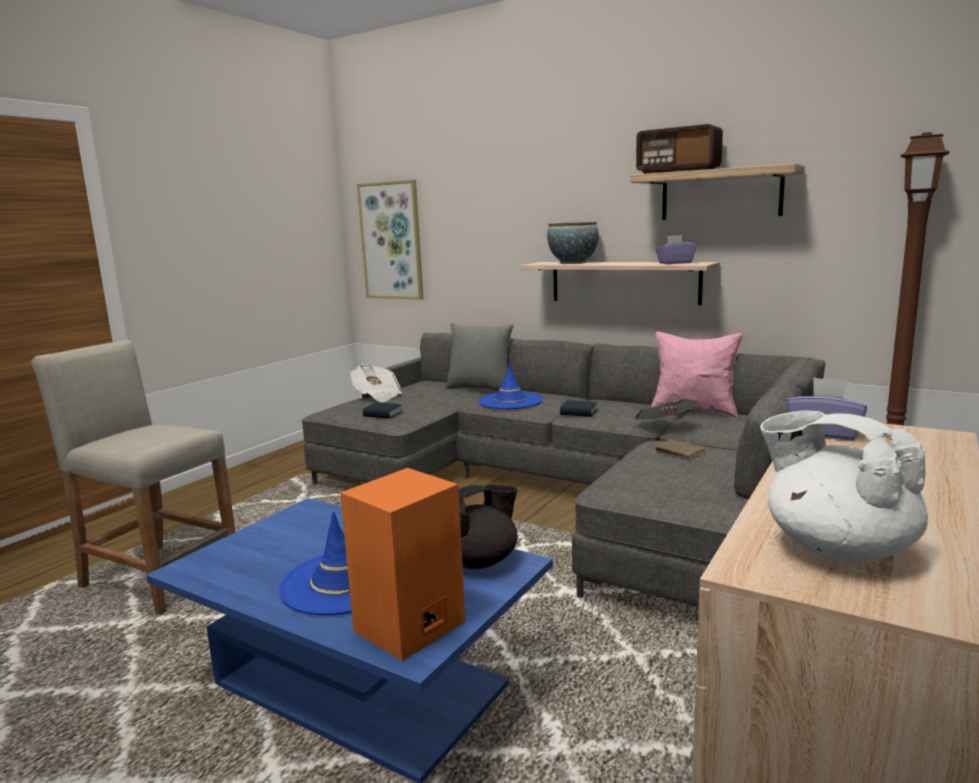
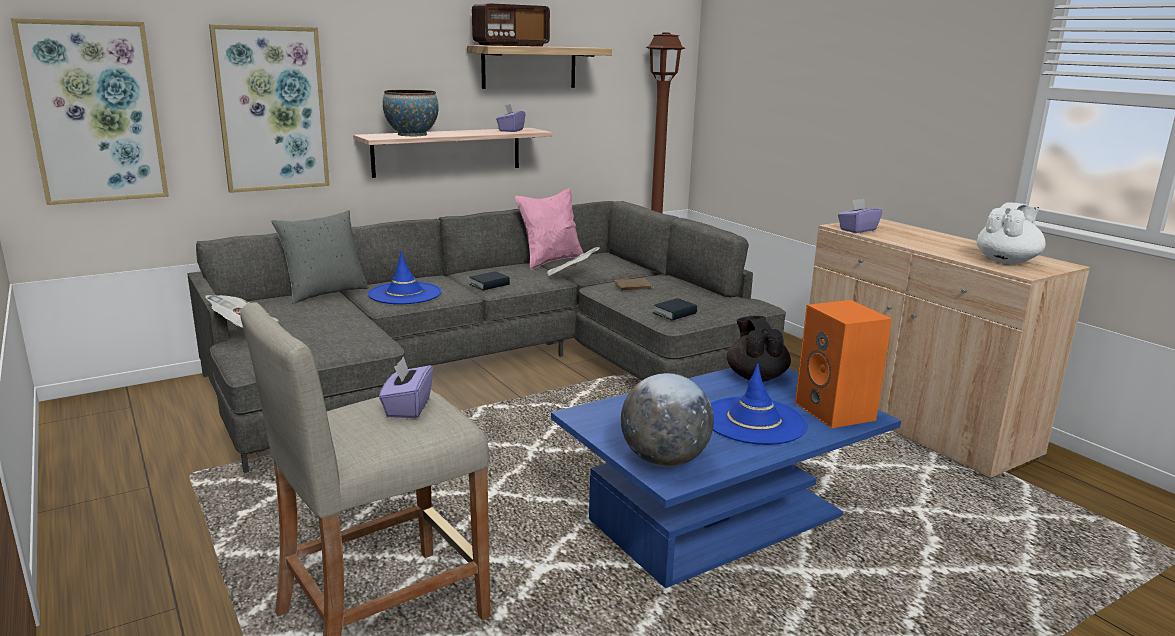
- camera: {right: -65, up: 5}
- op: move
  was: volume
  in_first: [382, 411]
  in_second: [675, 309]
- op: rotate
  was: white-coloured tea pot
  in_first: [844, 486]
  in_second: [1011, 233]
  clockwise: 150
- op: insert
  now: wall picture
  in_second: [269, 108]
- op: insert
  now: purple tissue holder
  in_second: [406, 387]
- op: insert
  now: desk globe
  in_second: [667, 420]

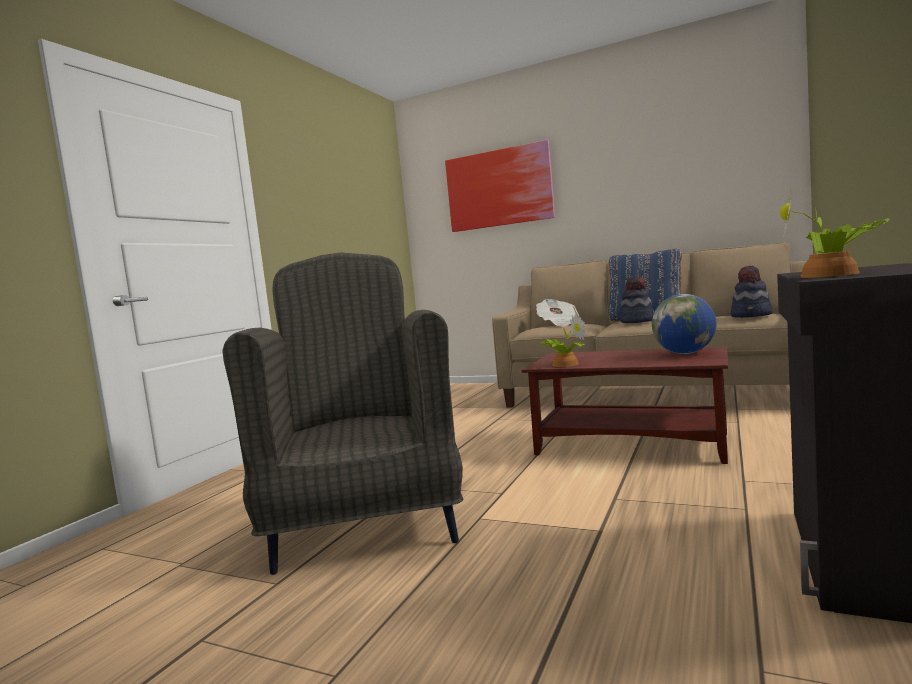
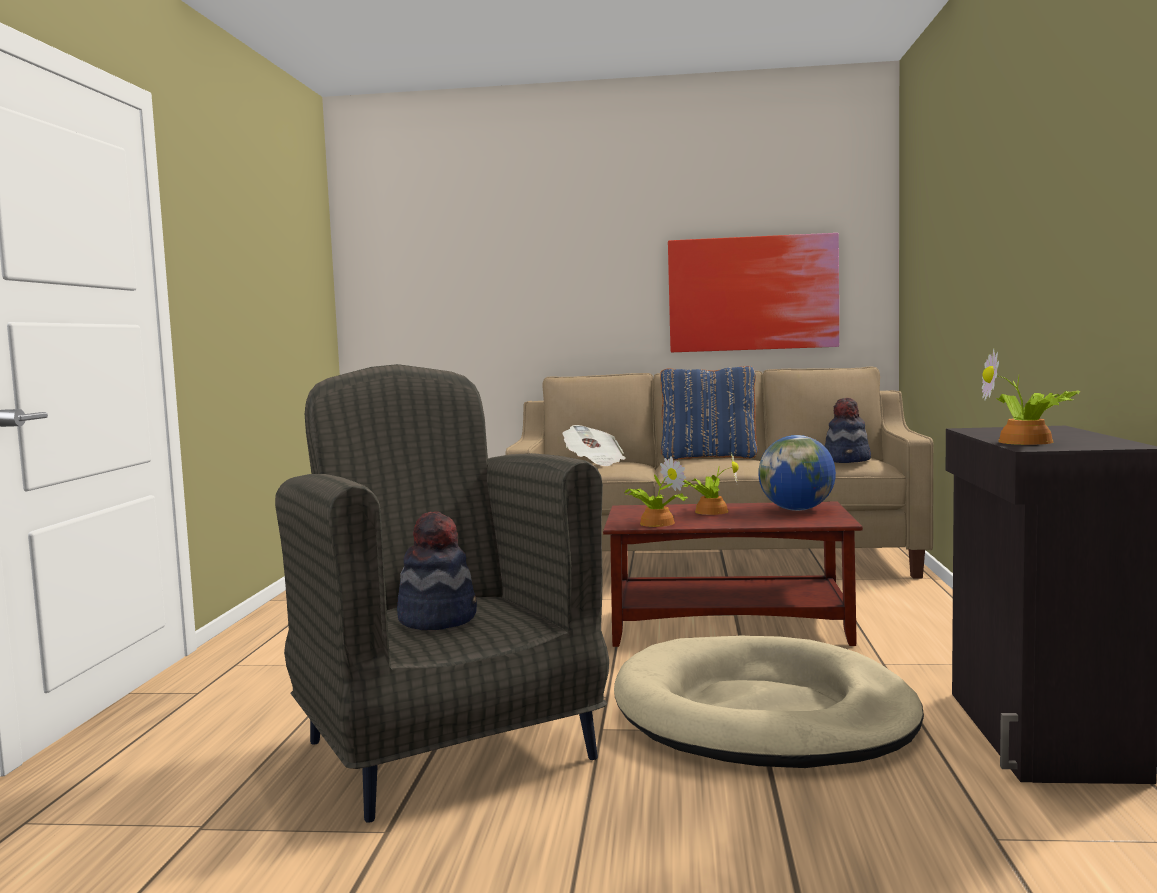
- camera: {right: -20, up: 0}
- op: move
  was: wall picture
  in_first: [500, 186]
  in_second: [753, 292]
- op: move
  was: clothing hat
  in_first: [636, 299]
  in_second: [437, 570]
- op: insert
  now: sand-coloured pet bed
  in_second: [769, 702]
- op: insert
  now: potted plant
  in_second: [711, 484]

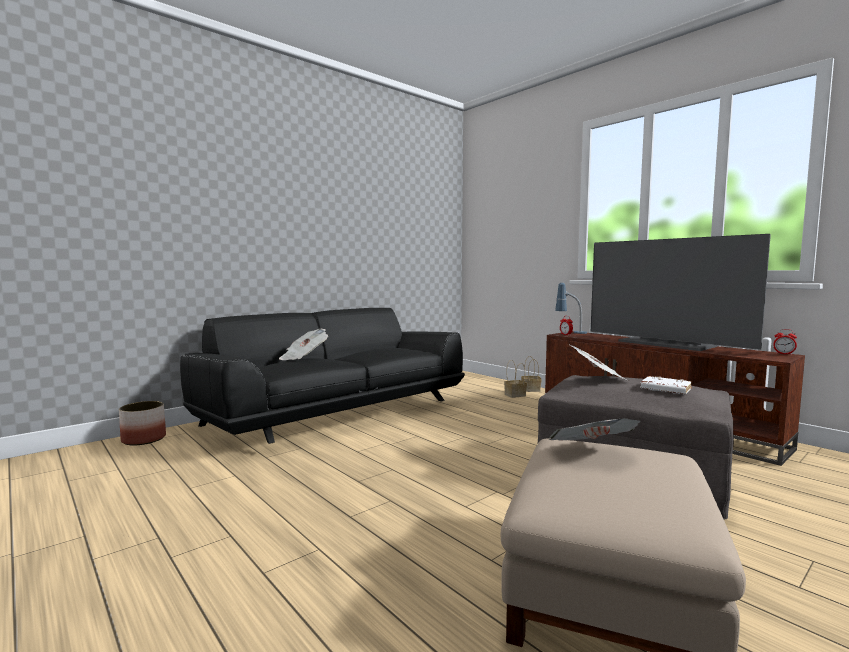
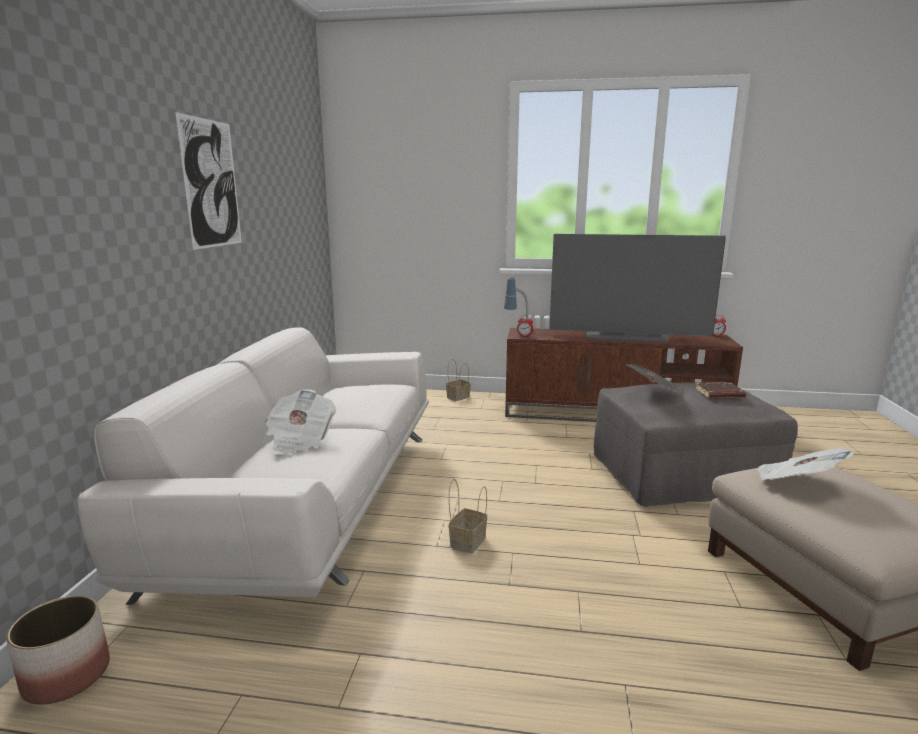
- camera: {right: -40, up: 10}
- op: recolor
  was: black-coloured couch
  now: white-coloured couch
  in_first: [322, 376]
  in_second: [253, 466]
- op: move
  was: storage basket
  in_first: [515, 379]
  in_second: [468, 516]
- op: recolor
  was: white-coloured volume
  now: brownish volume
  in_first: [666, 385]
  in_second: [720, 390]
- op: insert
  now: wall picture
  in_second: [208, 181]

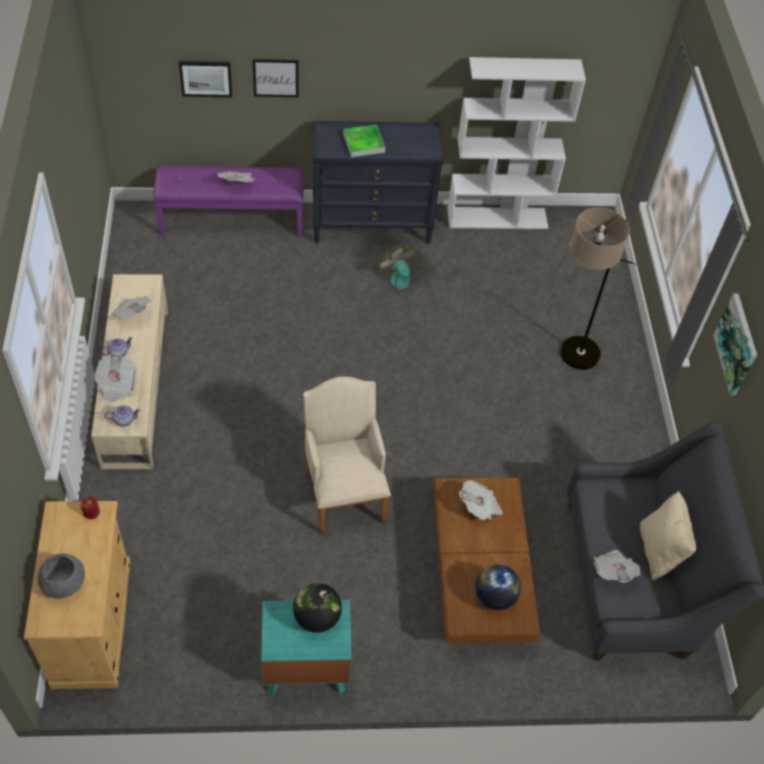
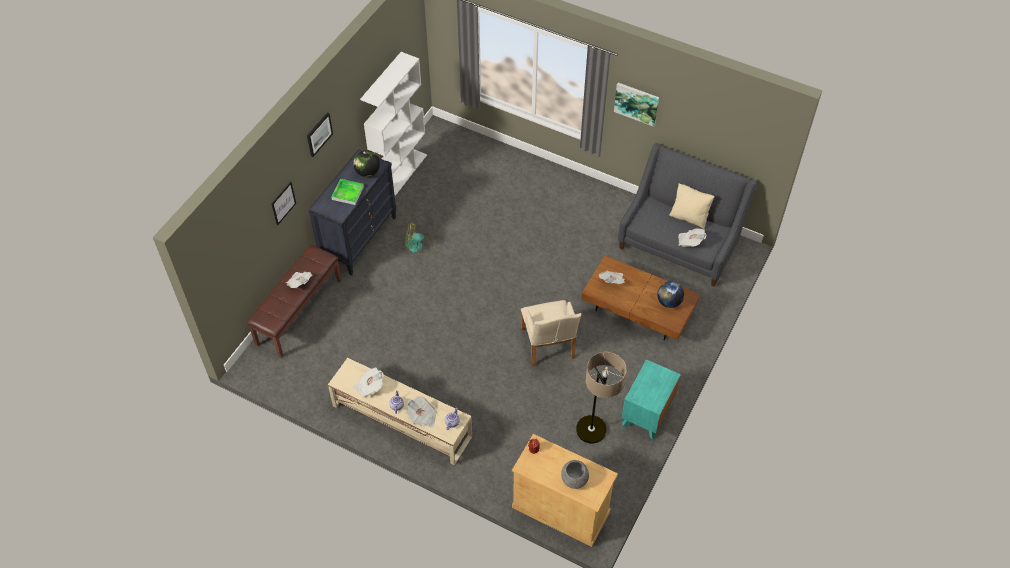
- camera: {right: -55, up: 0}
- op: recolor
  was: purple long seat
  now: brownish long seat
  in_first: [228, 201]
  in_second: [294, 301]
- op: move
  was: wall picture
  in_first: [205, 79]
  in_second: [320, 134]
- op: move
  was: desk globe
  in_first: [317, 608]
  in_second: [366, 164]
- op: rotate
  was: sand-coloured lounge chair
  in_first: [347, 455]
  in_second: [551, 333]
  clockwise: -120
- op: move
  was: standard lamp
  in_first: [599, 289]
  in_second: [601, 397]

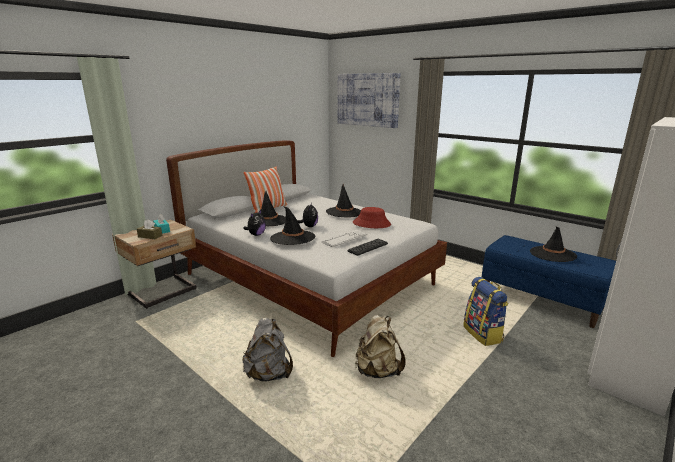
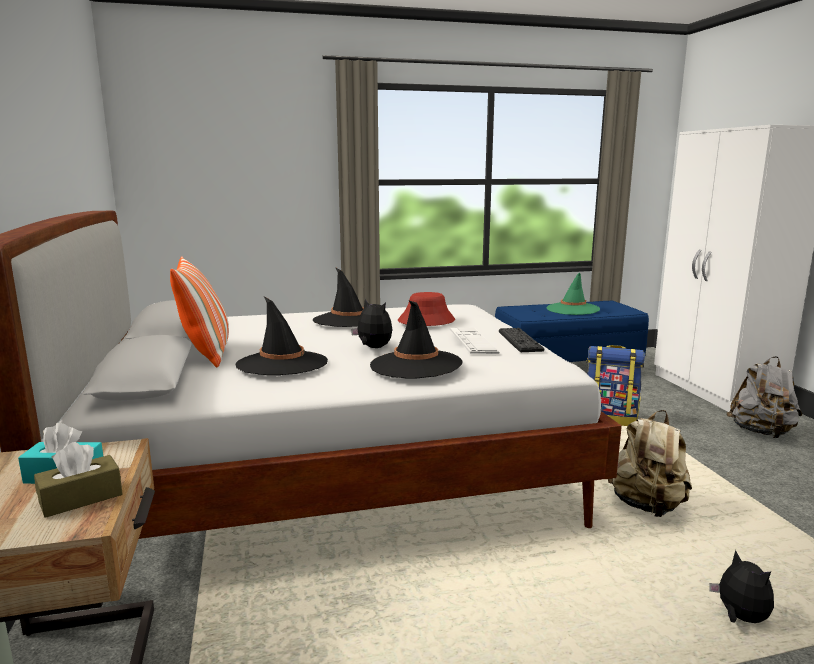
- camera: {right: -55, up: -5}
- op: move
  was: gray knapsack
  in_first: [267, 349]
  in_second: [764, 397]
- op: move
  was: plush toy
  in_first: [254, 223]
  in_second: [741, 586]
- op: delete
  was: wall picture
  in_first: [368, 100]
- op: recolor
  was: black-coloured clothing hat
  now: green clothing hat
  in_first: [553, 244]
  in_second: [573, 294]

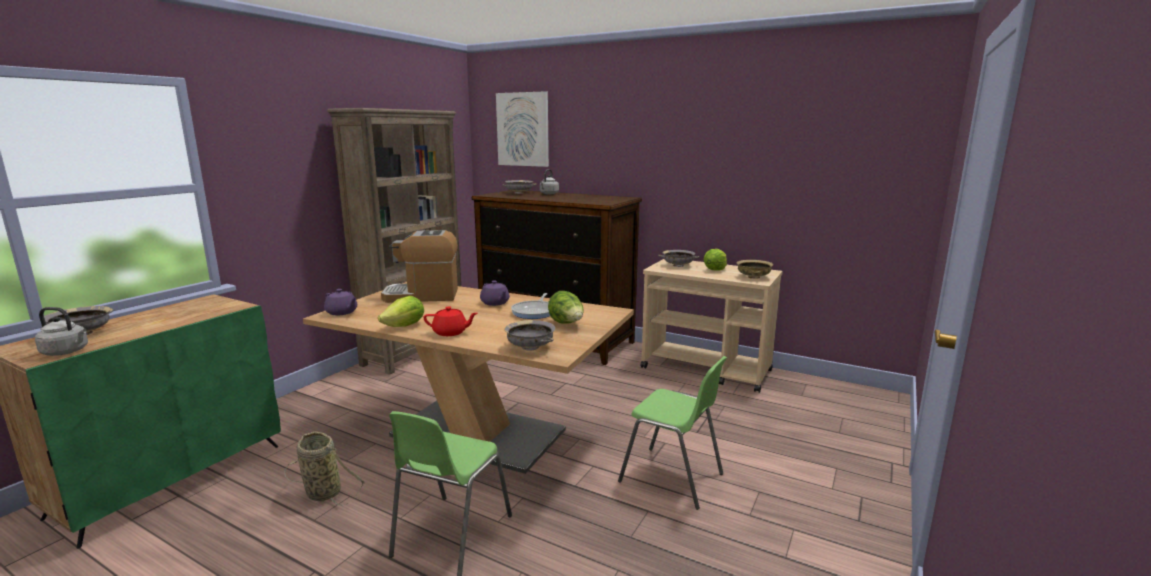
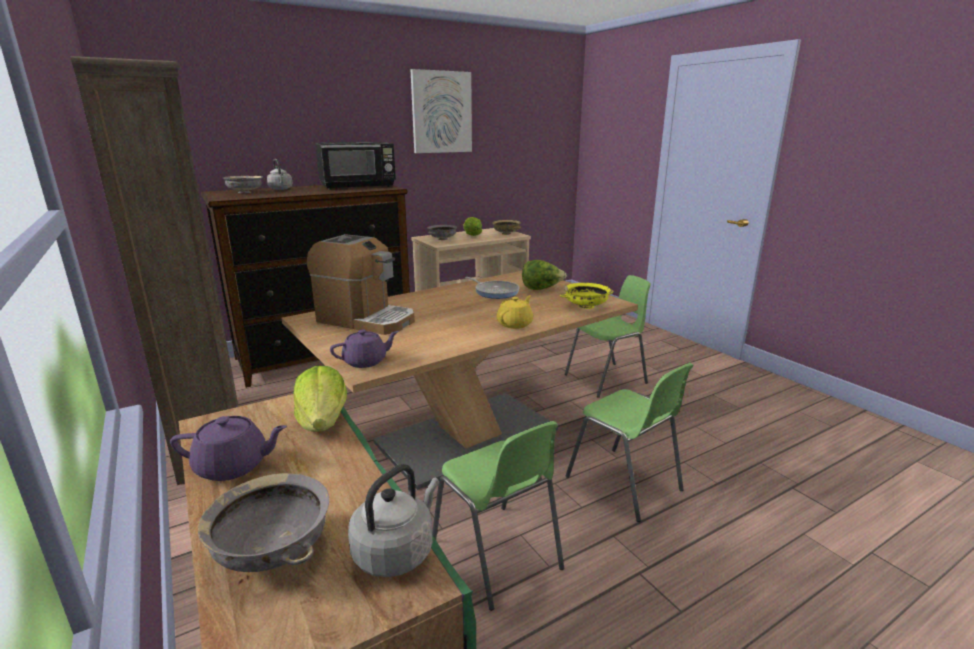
- camera: {right: -60, up: 5}
- op: replace
  was: storage basket
  now: green upright chair
  in_first: [325, 468]
  in_second: [498, 516]
- op: move
  was: lettuce head
  in_first: [401, 311]
  in_second: [320, 399]
- op: rotate
  was: coffee brewer
  in_first: [419, 266]
  in_second: [361, 284]
  clockwise: -90
- op: recolor
  was: red tea pot
  now: yellow tea pot
  in_first: [450, 321]
  in_second: [514, 312]
- op: move
  was: purple tea pot
  in_first: [495, 293]
  in_second: [228, 448]
- op: move
  was: wall picture
  in_first: [522, 129]
  in_second: [441, 111]
- op: recolor
  was: gray deep dish
  now: yellow deep dish
  in_first: [530, 335]
  in_second: [587, 296]
- op: insert
  now: black-coloured microwave oven
  in_second: [355, 166]

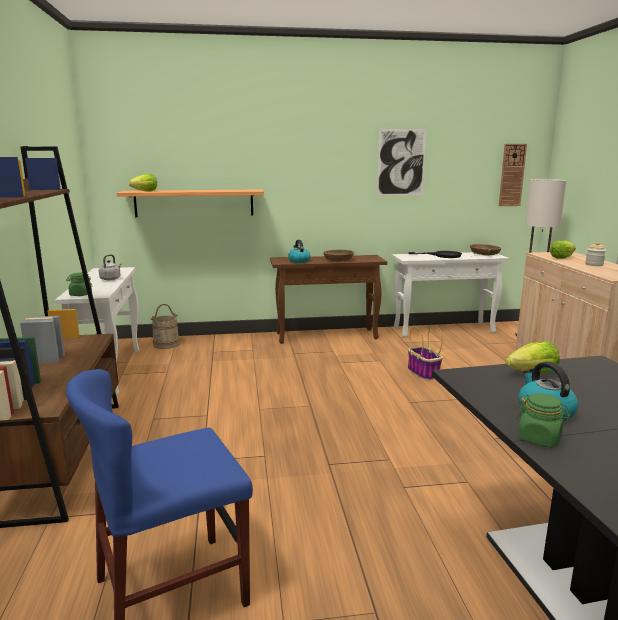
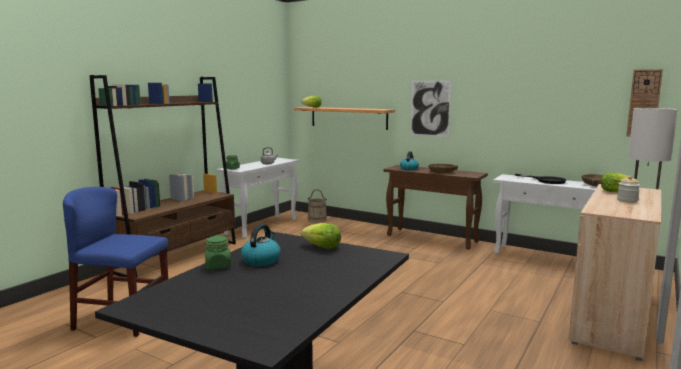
- camera: {right: 40, up: -5}
- op: move
  was: wall picture
  in_first: [401, 162]
  in_second: [431, 108]
- op: delete
  was: storage basket
  in_first: [425, 353]

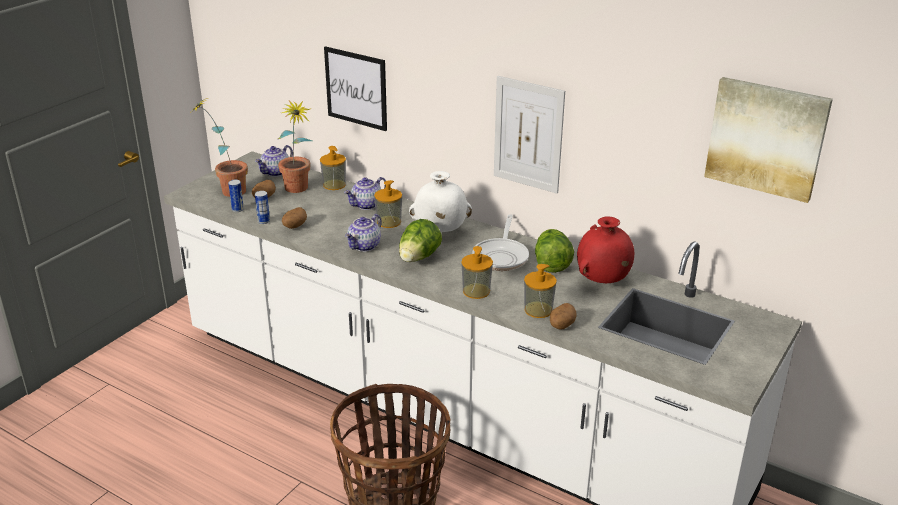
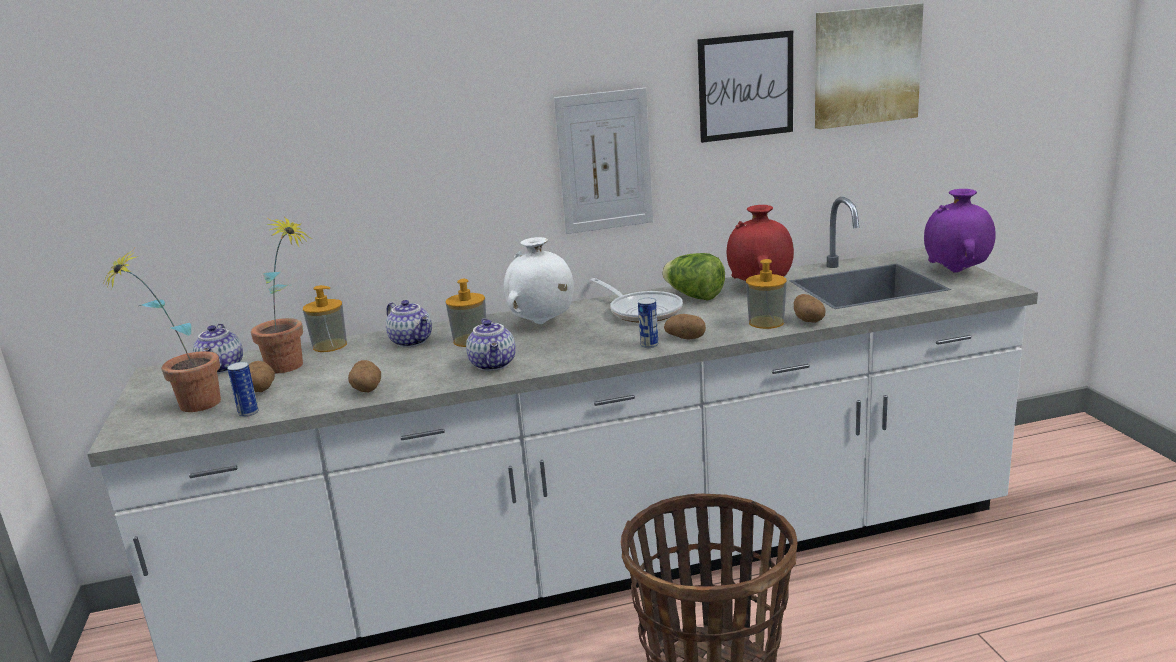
- camera: {right: -45, up: -10}
- op: move
  was: metal can
  in_first: [262, 207]
  in_second: [648, 323]
- op: move
  was: wall picture
  in_first: [355, 88]
  in_second: [745, 86]
- op: rotate
  was: tea pot
  in_first: [365, 193]
  in_second: [409, 323]
  clockwise: -45
- op: delete
  was: lettuce head
  in_first: [420, 240]
- op: replace
  was: liquid soap bottle
  now: whole potato
  in_first: [477, 272]
  in_second: [685, 326]
- op: insert
  now: purple flower vase
  in_second: [960, 231]

